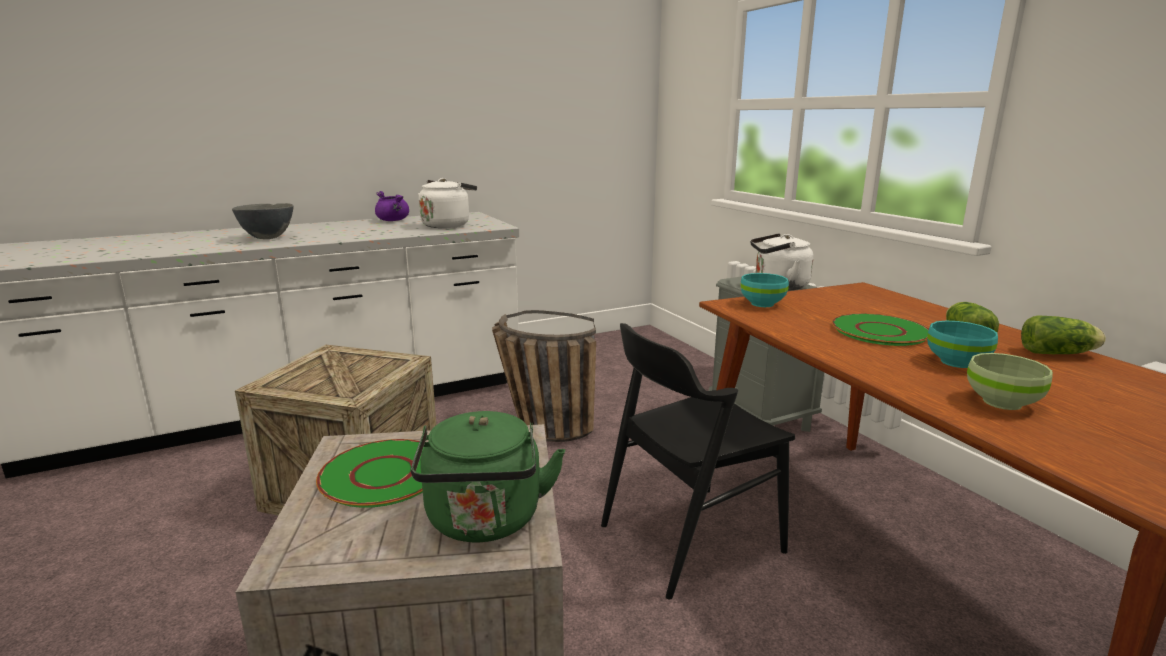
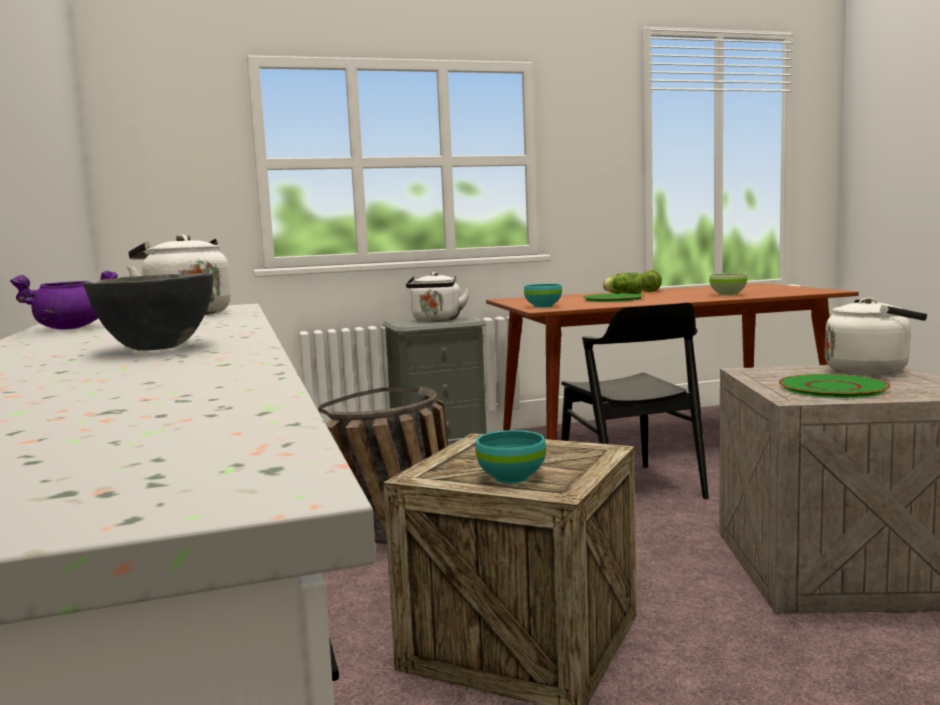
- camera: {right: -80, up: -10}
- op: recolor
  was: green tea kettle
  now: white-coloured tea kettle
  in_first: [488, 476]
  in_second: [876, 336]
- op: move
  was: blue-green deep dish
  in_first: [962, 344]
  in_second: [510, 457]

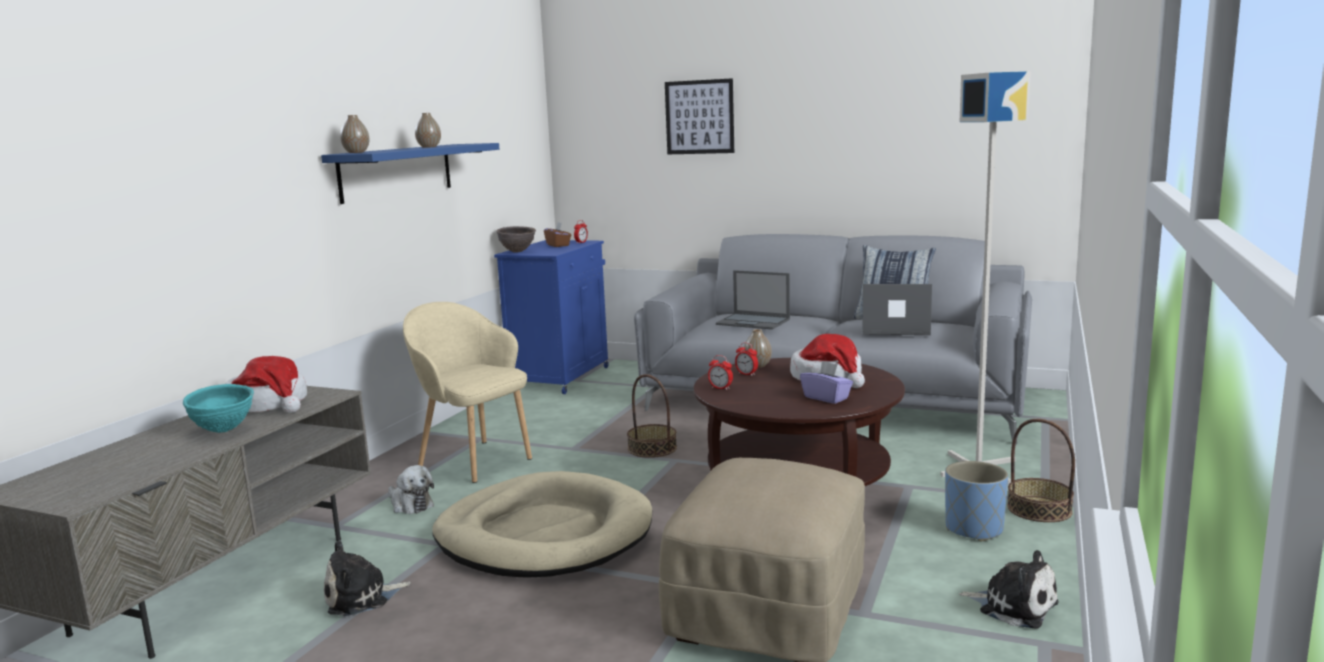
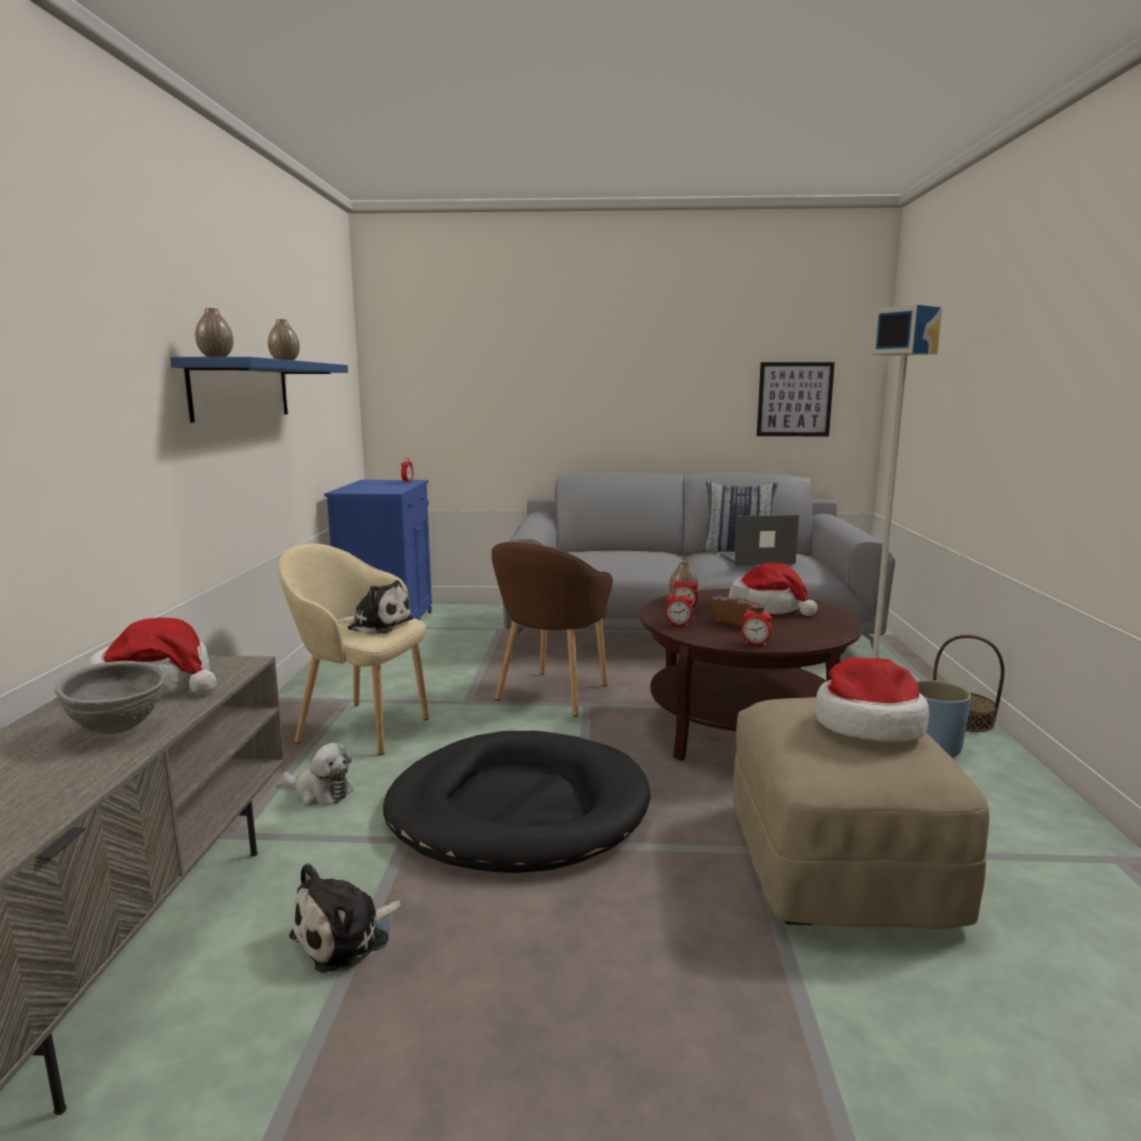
- camera: {right: -20, up: 0}
- op: recolor
  was: blue-green deep dish
  now: gray deep dish
  in_first: [218, 408]
  in_second: [111, 697]
- op: recolor
  was: sand-coloured pet bed
  now: black-coloured pet bed
  in_first: [542, 524]
  in_second: [517, 802]
- op: delete
  was: brownish deep dish
  in_first: [516, 239]
- op: move
  was: brownish tissue holder
  in_first: [557, 234]
  in_second: [738, 606]
- op: replace
  was: storage basket
  now: brownish lounge chair
  in_first: [652, 416]
  in_second: [552, 629]
- op: move
  was: wall picture
  in_first: [699, 116]
  in_second: [796, 399]
- op: delete
  was: laptop
  in_first: [753, 300]
- op: delete
  was: purple tissue holder
  in_first: [826, 382]
- op: move
  was: plush toy
  in_first: [1009, 589]
  in_second: [375, 607]
- op: insert
  now: alarm clock
  in_second: [756, 625]
- op: insert
  now: clothing hat
  in_second: [872, 699]

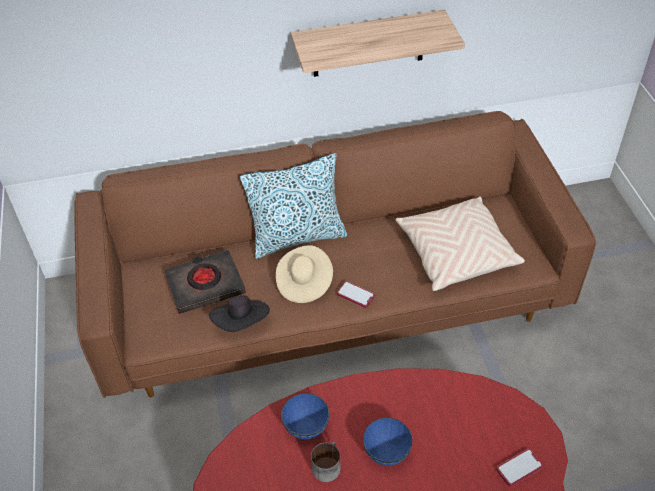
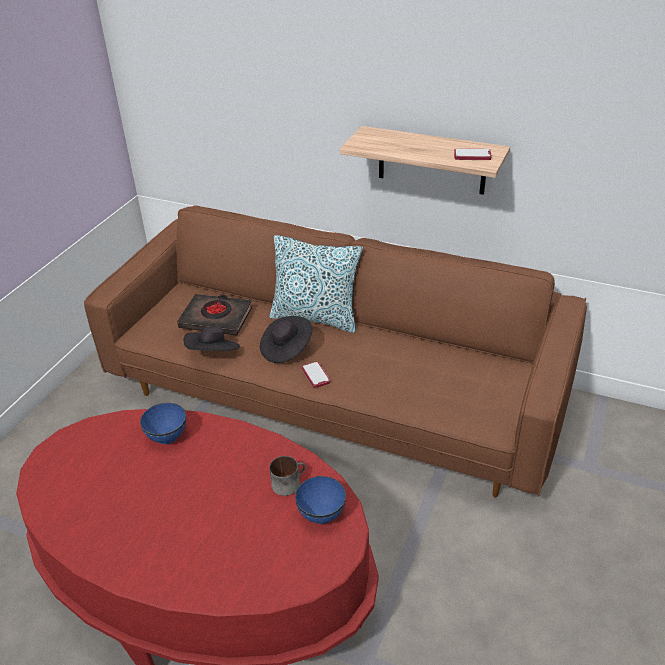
- camera: {right: 35, up: -10}
- op: recolor
  was: sand-coloured clothing hat
  now: black-coloured clothing hat
  in_first: [304, 274]
  in_second: [286, 339]
- op: move
  was: coffee mug
  in_first: [326, 461]
  in_second: [287, 476]
- op: move
  was: blue-coloured deep dish
  in_first: [387, 442]
  in_second: [320, 500]
- op: delete
  was: sand-coloured pillow
  in_first: [460, 243]
- op: move
  was: handset
  in_first: [519, 468]
  in_second: [473, 154]

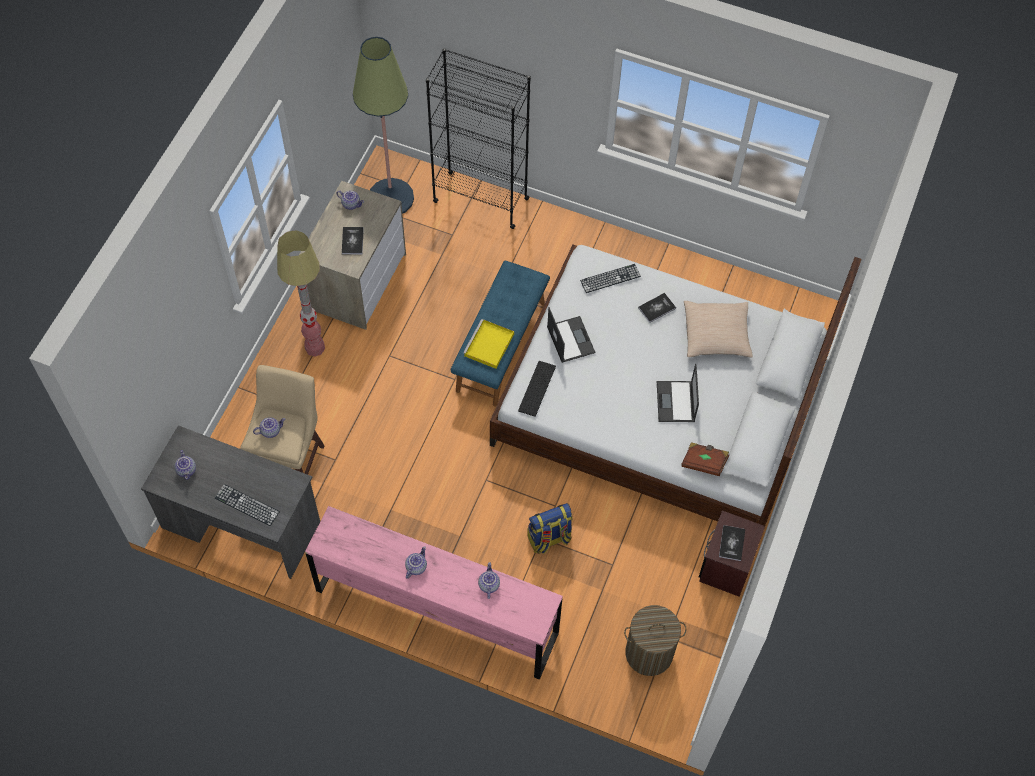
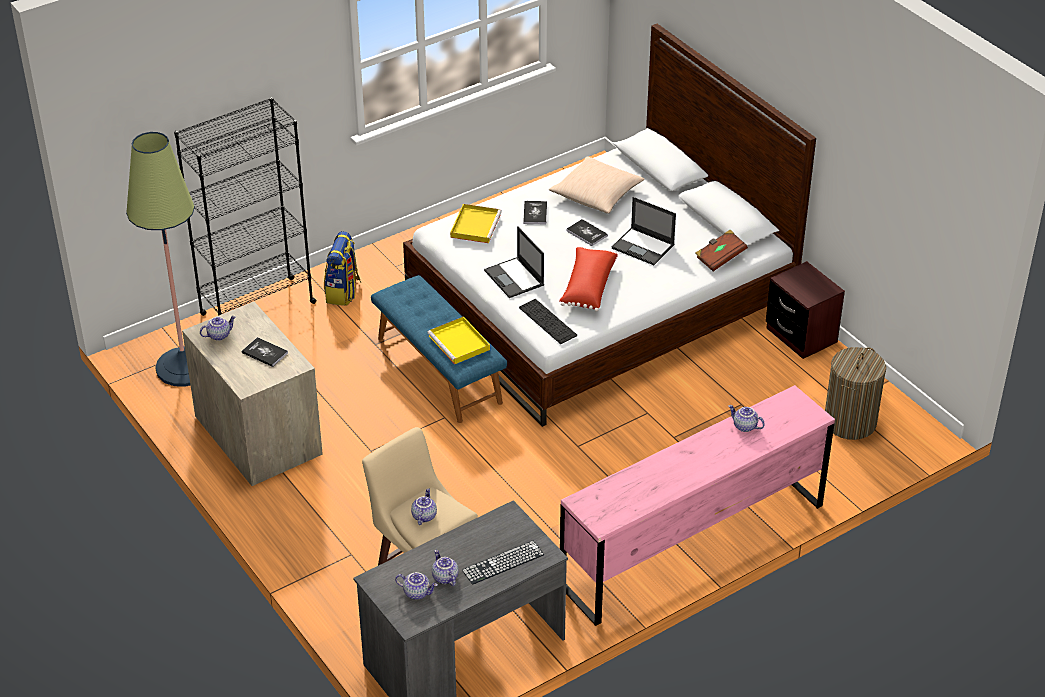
- camera: {right: -55, up: -20}
- op: delete
  was: standard lamp
  in_first: [301, 293]
- op: move
  was: tea pot
  in_first: [416, 562]
  in_second: [445, 568]
- op: move
  was: knapsack
  in_first: [550, 528]
  in_second: [342, 268]
- op: rotate
  was: laptop
  in_first: [571, 335]
  in_second: [514, 262]
  clockwise: -135
- op: replace
  was: computer keyboard
  now: yellow tray
  in_first: [610, 278]
  in_second: [476, 223]
- op: move
  was: volume
  in_first: [732, 543]
  in_second: [587, 232]
- op: insert
  now: red pillow
  in_second: [588, 279]

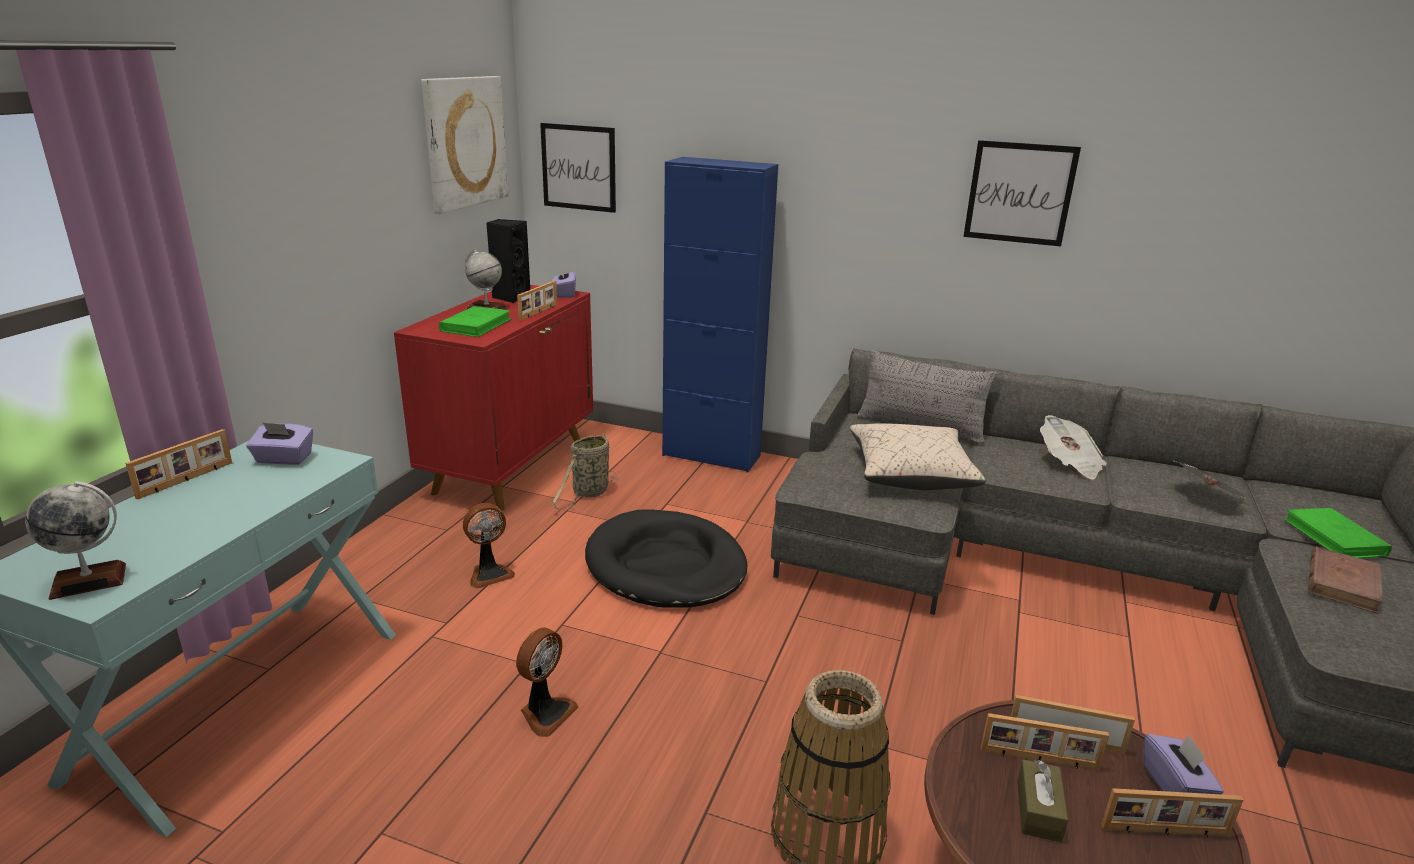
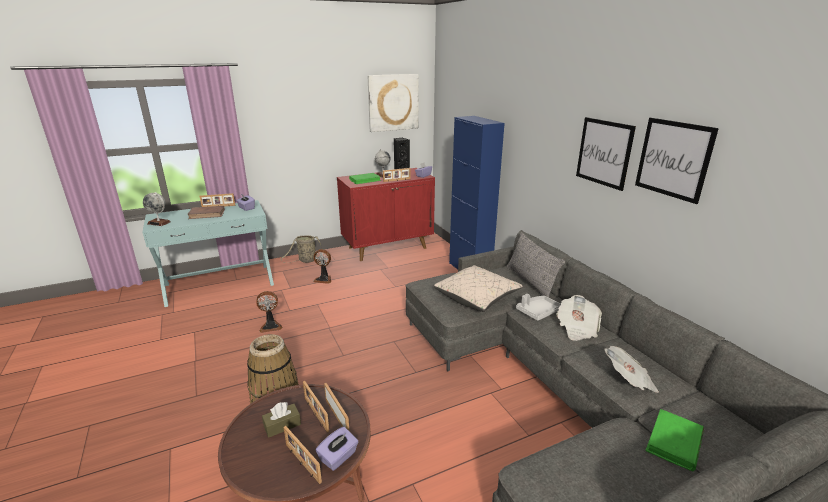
- camera: {right: 45, up: 0}
- op: move
  was: wall picture
  in_first: [578, 168]
  in_second: [677, 161]
- op: move
  was: storage basket
  in_first: [584, 472]
  in_second: [301, 249]
- op: delete
  was: black-coloured pet bed
  in_first: [666, 558]
- op: move
  was: brownish volume
  in_first: [1346, 580]
  in_second: [206, 212]
- op: insert
  now: gray tray
  in_second: [538, 307]

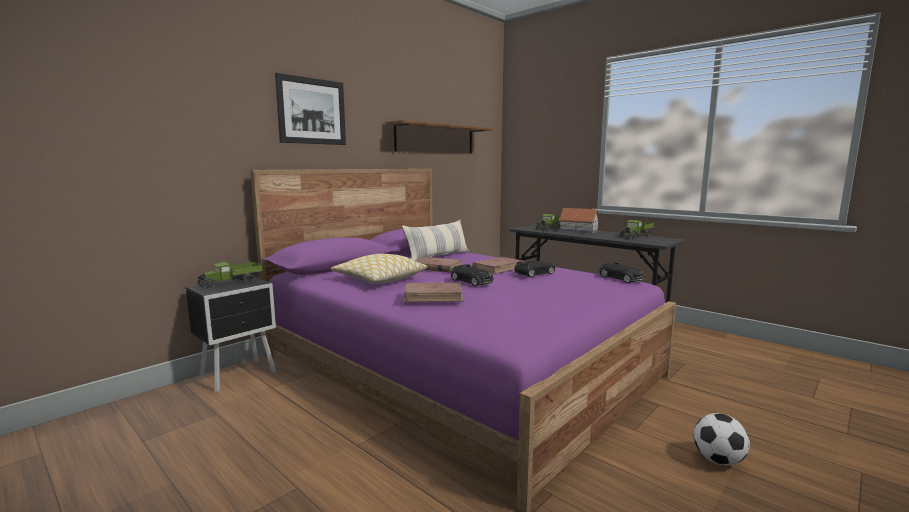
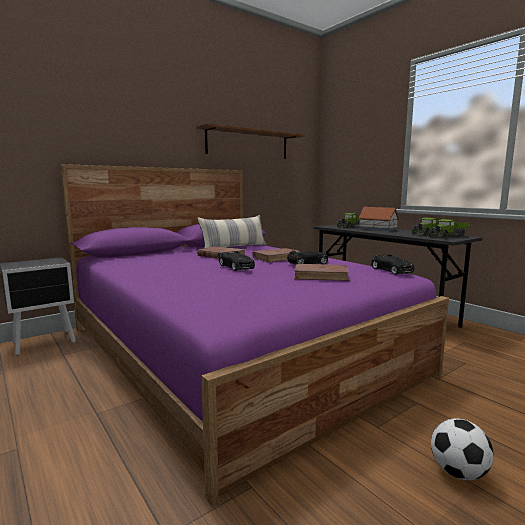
- camera: {right: 10, up: 0}
- op: move
  was: model truck
  in_first: [230, 276]
  in_second: [449, 229]
- op: delete
  was: wall picture
  in_first: [310, 109]
- op: delete
  was: pillow
  in_first: [379, 269]
- op: move
  was: brownish volume
  in_first: [433, 292]
  in_second: [322, 272]

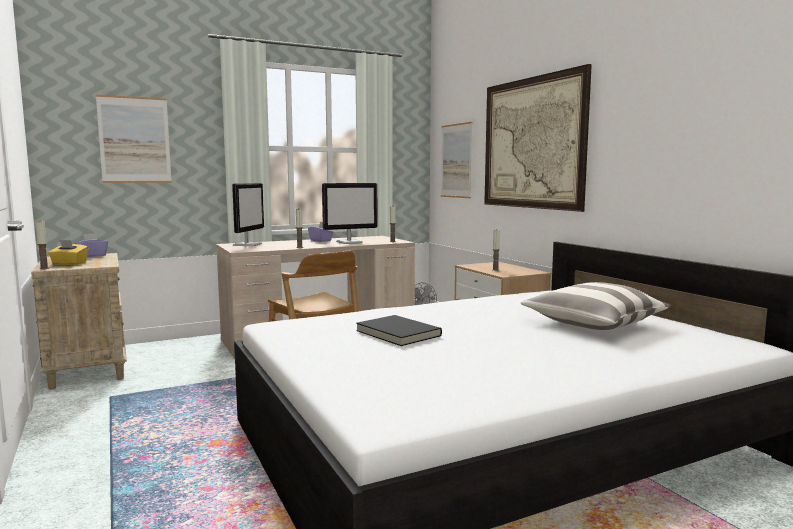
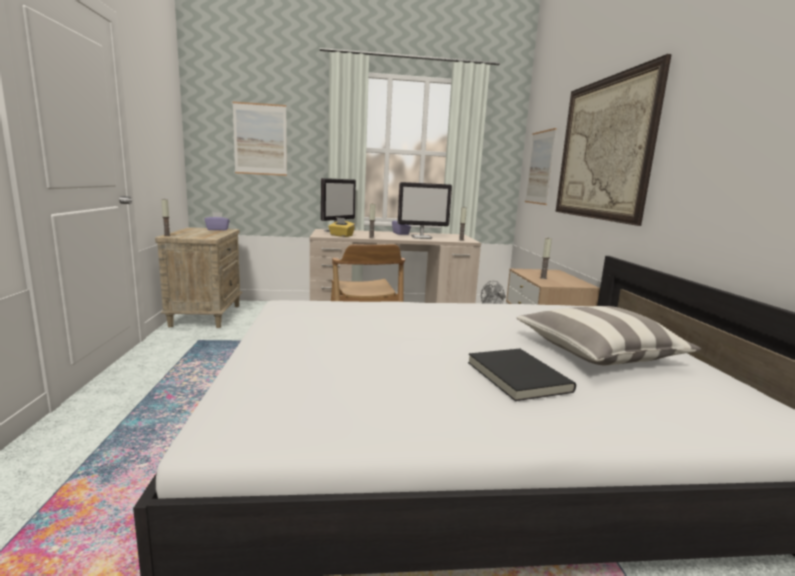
- camera: {right: 20, up: 5}
- op: move
  was: yellow tissue holder
  in_first: [68, 252]
  in_second: [341, 227]
- op: move
  was: black-coloured volume
  in_first: [399, 330]
  in_second: [522, 375]

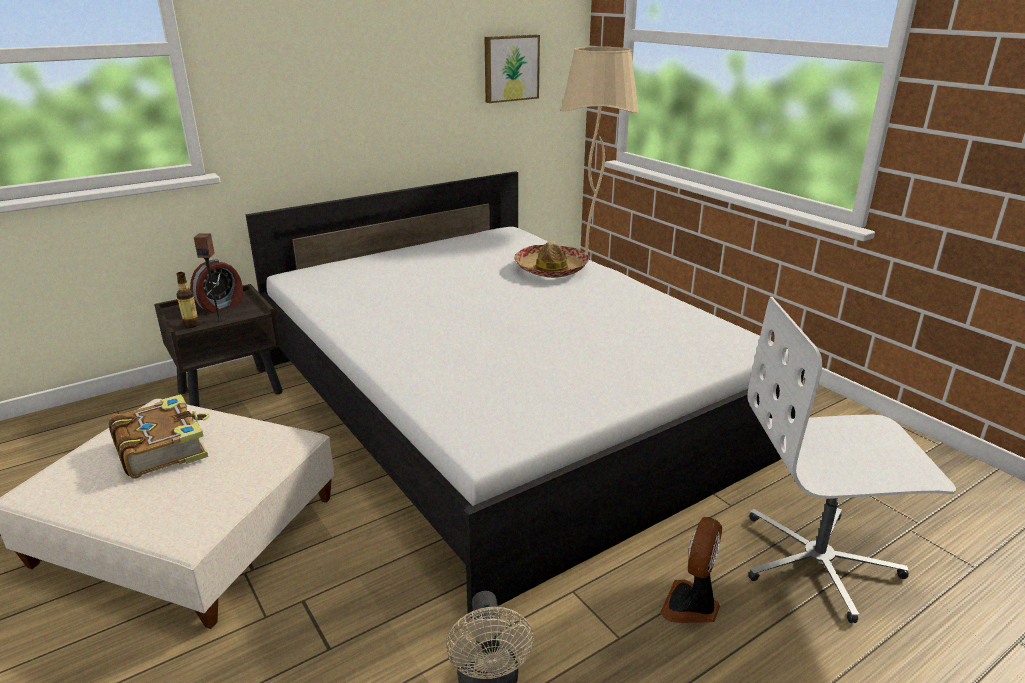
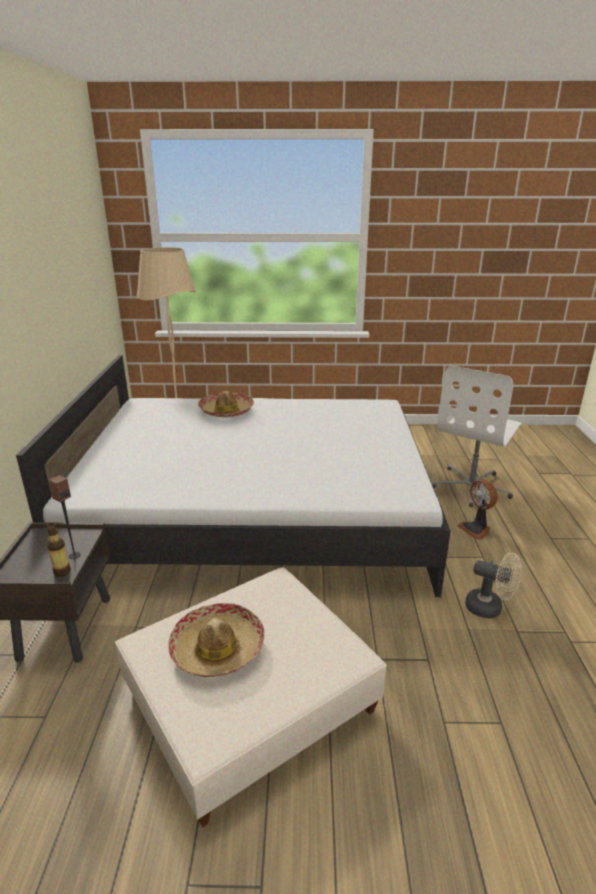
- camera: {right: -55, up: 0}
- op: replace
  was: volume
  now: clothing hat
  in_first: [159, 436]
  in_second: [216, 640]
- op: delete
  was: alarm clock
  in_first: [216, 286]
- op: delete
  was: wall picture
  in_first: [512, 69]

